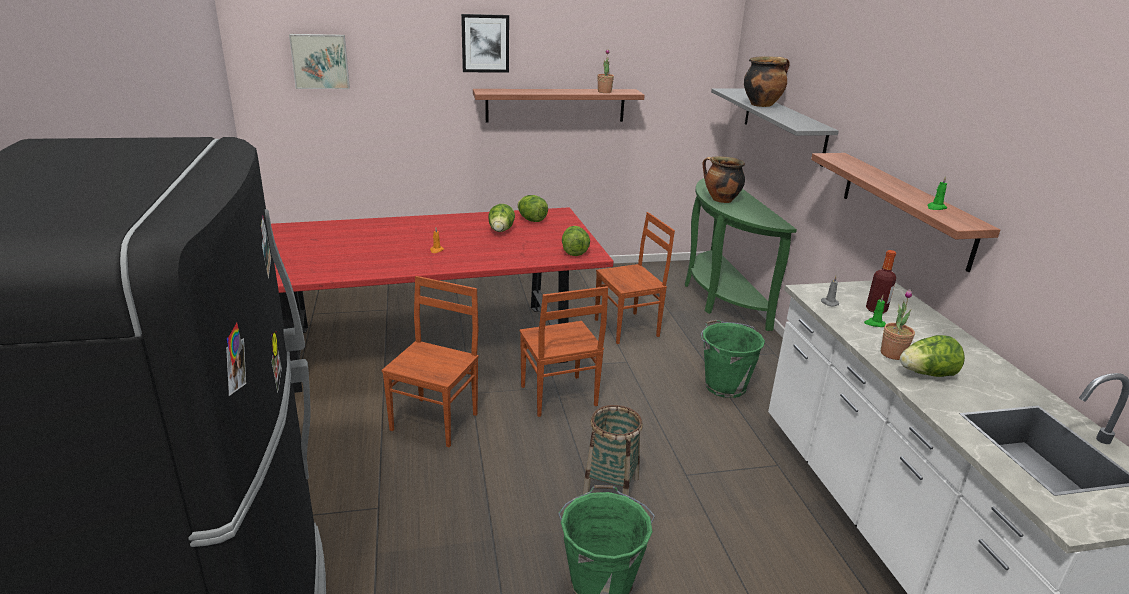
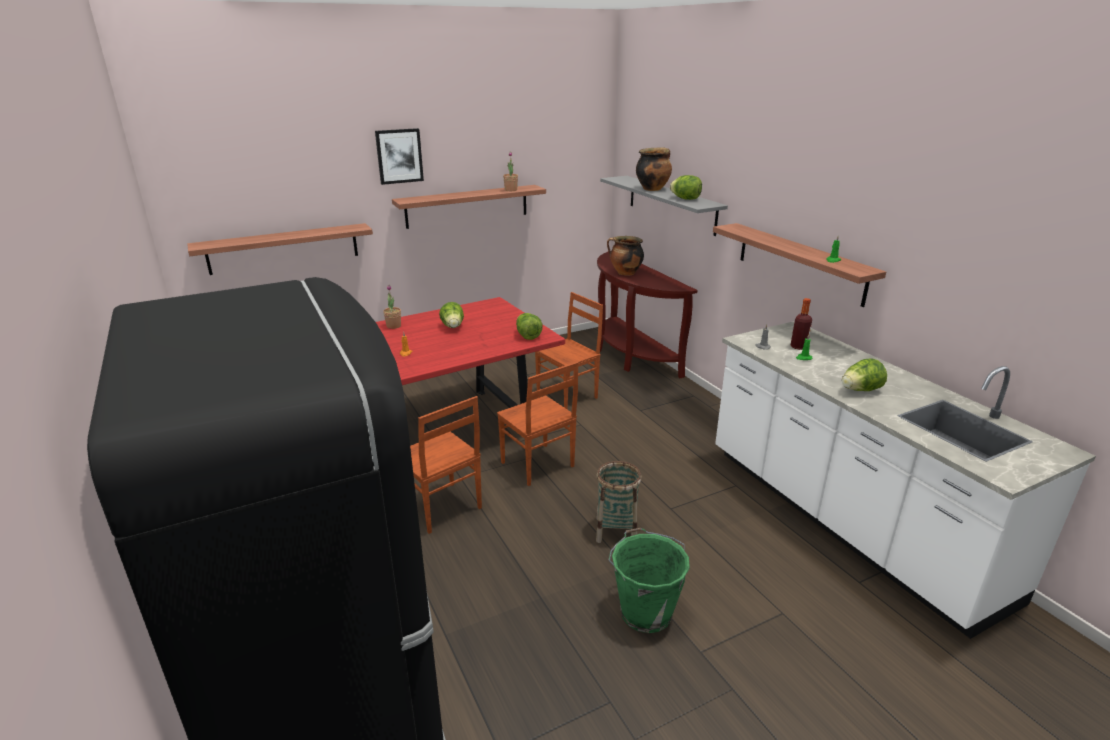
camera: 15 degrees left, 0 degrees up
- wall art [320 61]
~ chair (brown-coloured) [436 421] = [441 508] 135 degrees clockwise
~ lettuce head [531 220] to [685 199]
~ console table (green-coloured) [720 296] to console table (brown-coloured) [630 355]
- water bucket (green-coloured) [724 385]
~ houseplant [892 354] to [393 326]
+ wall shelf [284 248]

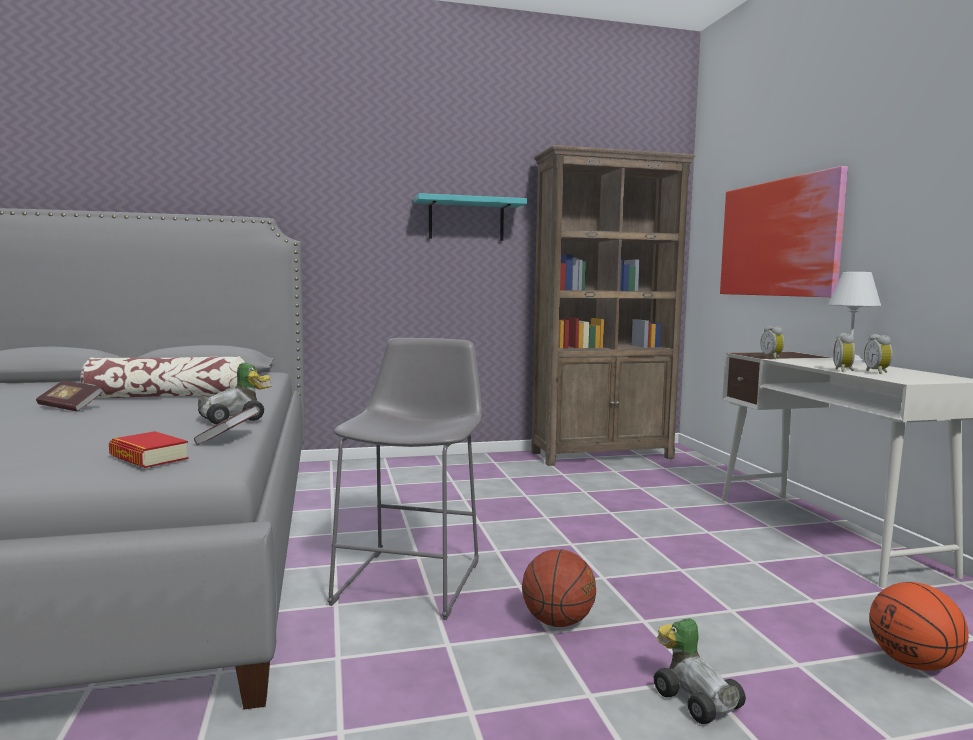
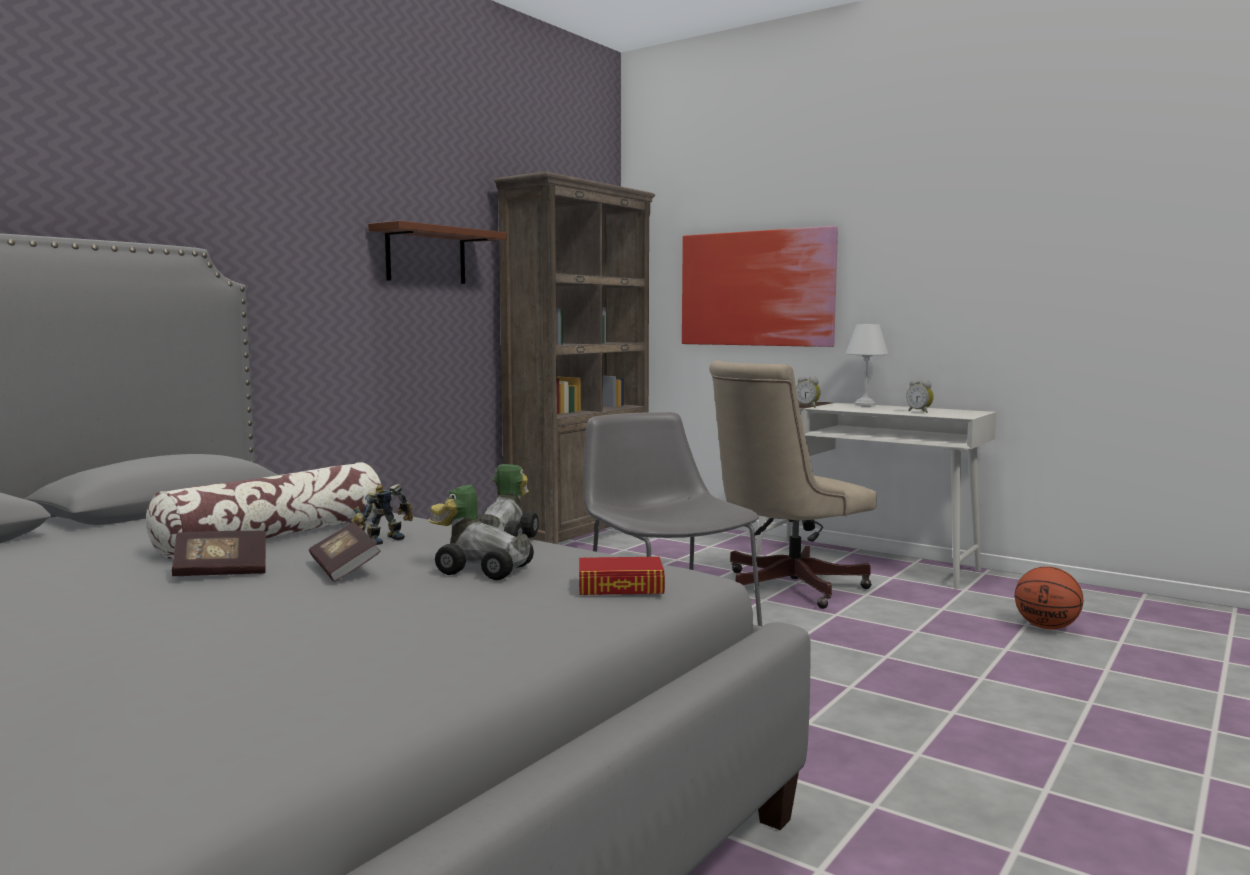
camera: 40 degrees left, 0 degrees up
~ bound book [228 438] to [344 569]
~ wall shelf (blue-green) [466 219] to wall shelf (brown-coloured) [426 255]
- basketball [557 622]
~ toy car [695 697] to [481 569]
- alarm clock [844 371]
+ robot figure [381 540]
+ computer chair (beige-coloured) [784 587]

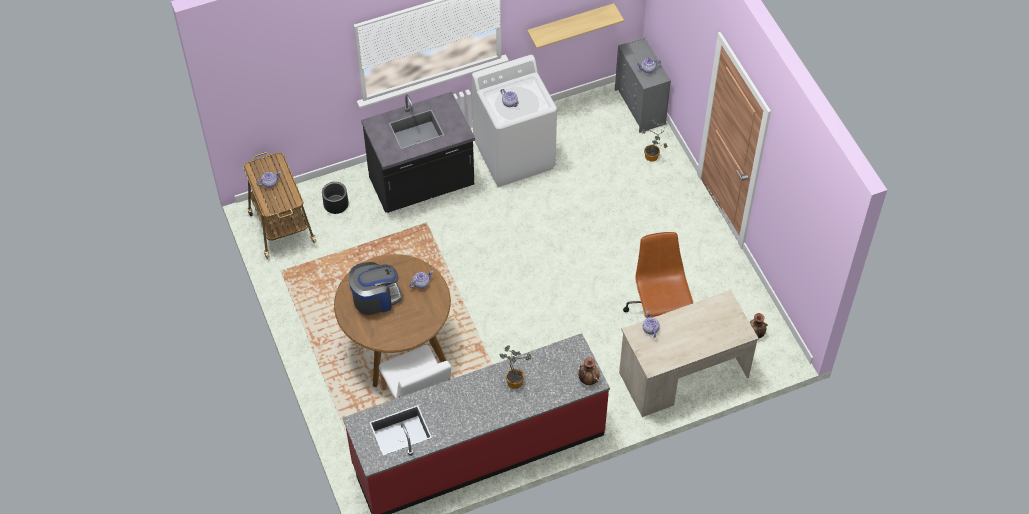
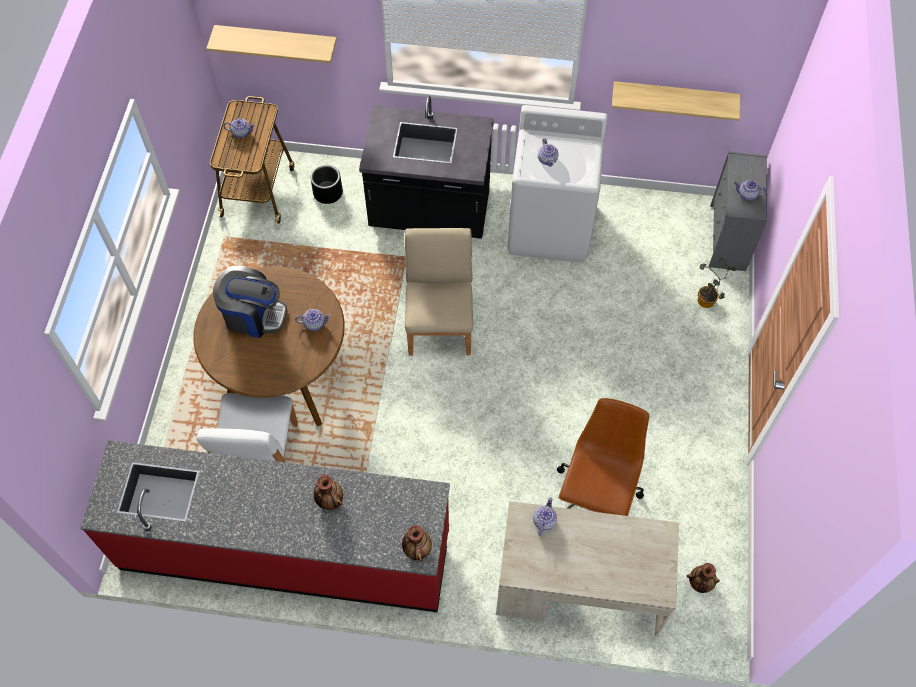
camera: 30 degrees right, 5 degrees up
~ houseplant [514 379] to flower vase [329 500]
+ wall shelf [277 42]
+ chair (beige-coloured) [440 324]

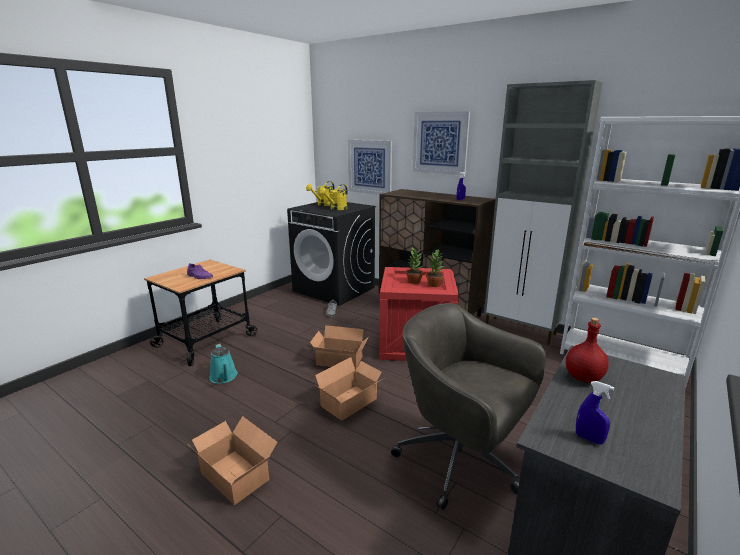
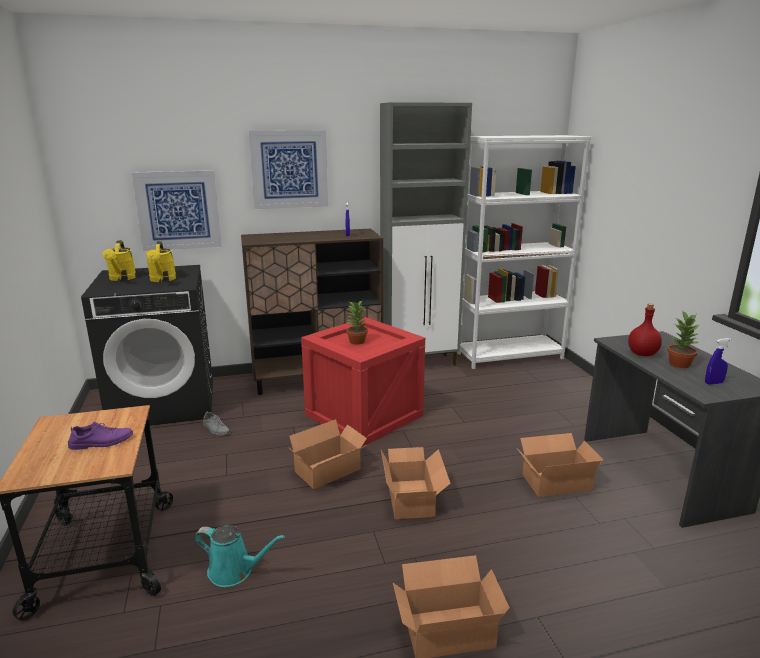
camera: 50 degrees left, 0 degrees up
~ computer chair (grey) [461 461] to cardboard box [554 481]
~ houseplant [434 284] to [679 364]

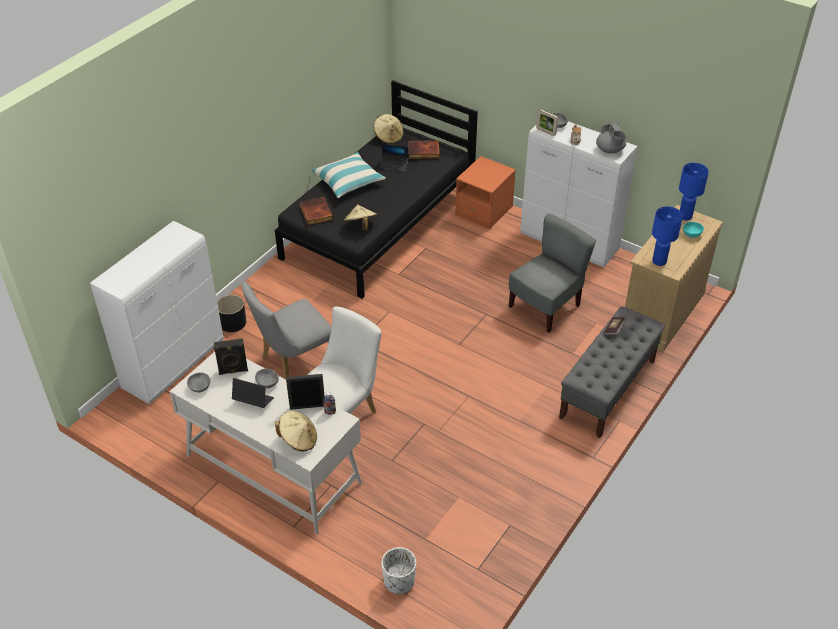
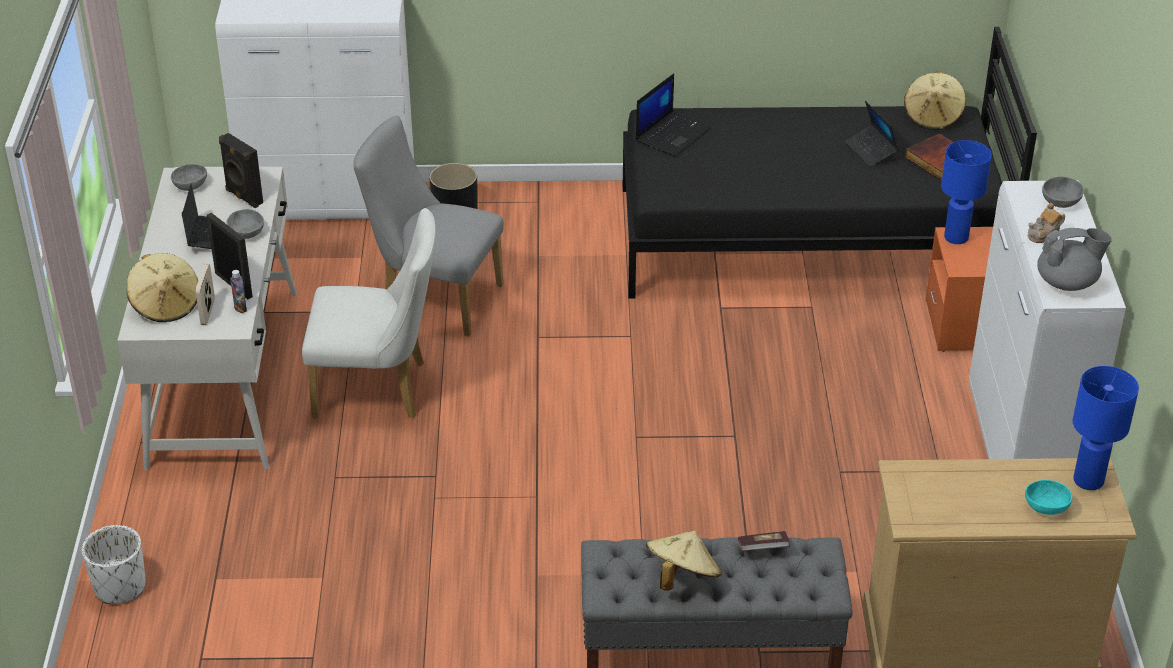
camera: 55 degrees right, 5 degrees down
~ bound book [315 213] to laptop [672 134]
- cushion [348 182]
~ clothing hat (beige-coloured) [360 226] to [682 577]
- chair (grey) [545 307]
~ picture frame [546 132] to [208 312]
~ teapot (grey) [610 150] = [1067 283] 135 degrees counterclockwise
~ lamp for a table (blue-coloured) [659 261] to [956 238]

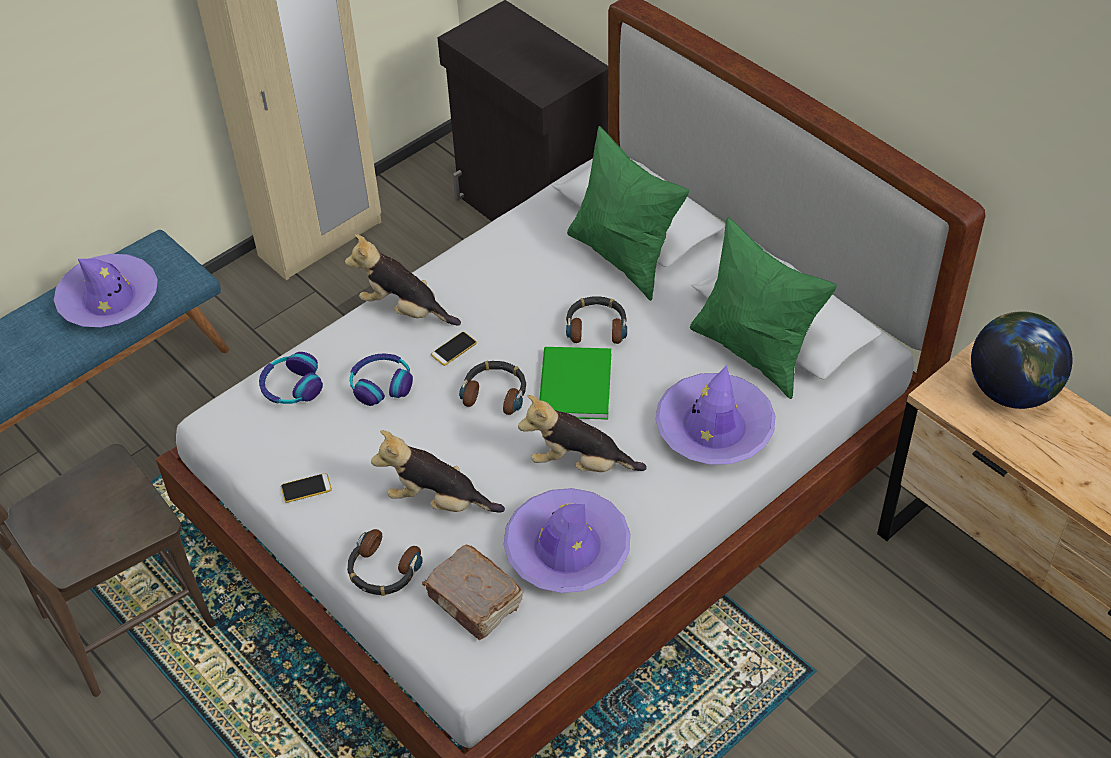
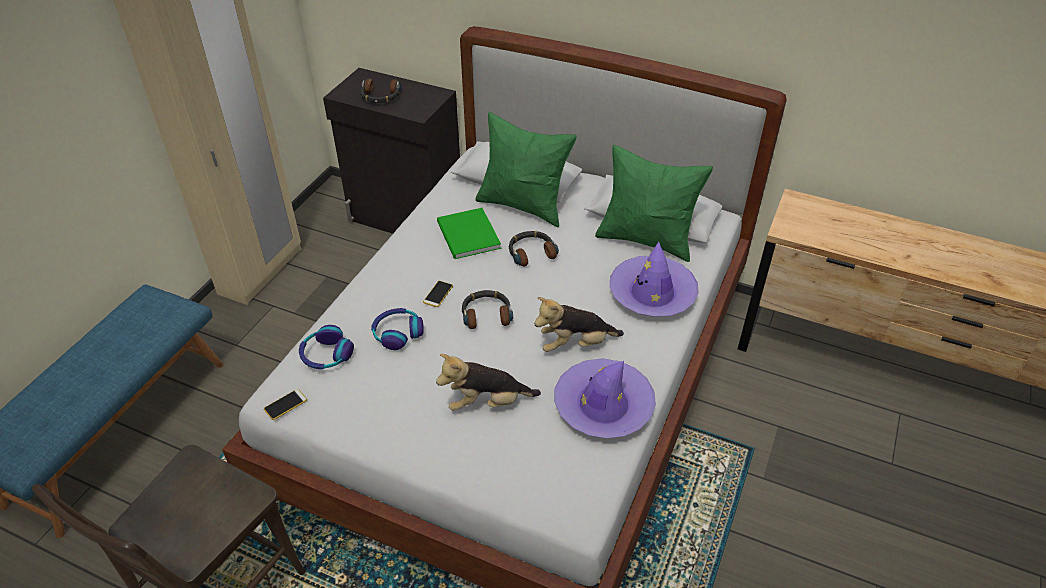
camera: 25 degrees left, 5 degrees down
- clothing hat (purple) [109 299]
~ handset [306 488] to [285 405]
- soft toy [404 310]
~ headphones [382 570] to [380 96]
- bound book (brown-coloured) [474 602]
~ bound book (green-coloured) [573 387] to [467 236]
- world globe [1012 391]

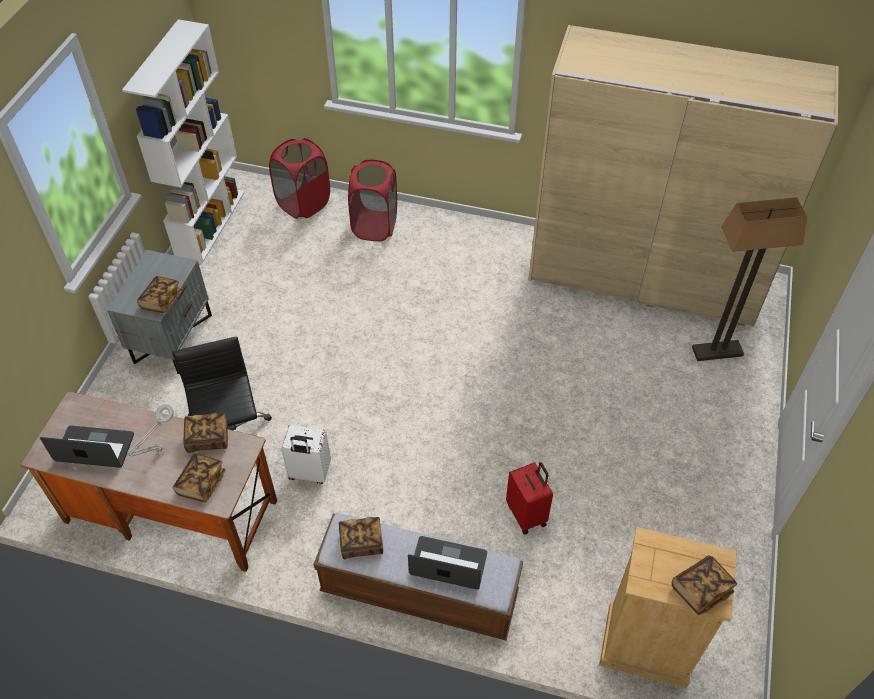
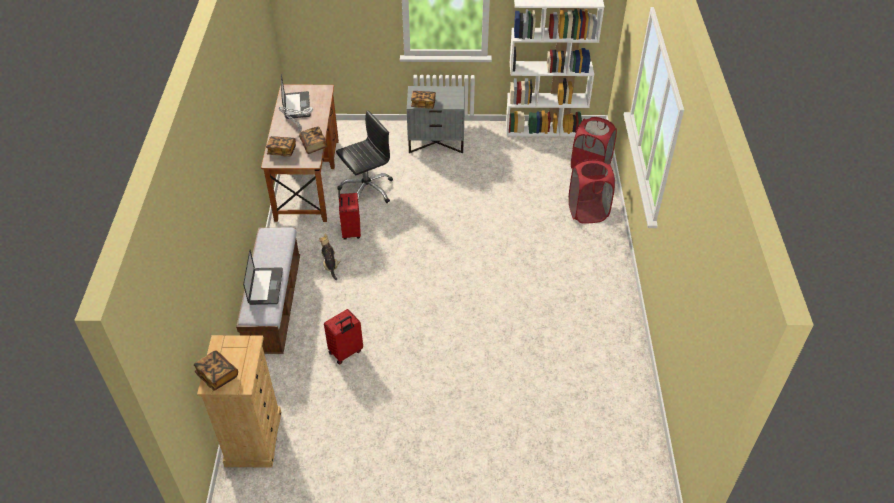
camera: 75 degrees right, 5 degrees down
~ travel case (white) [309 473] to travel case (red) [350 232]
- bound book [361 543]
- wardrobe (beige-coloured) [644 277]
- standing lamp [717 351]
+ soft toy [330 265]

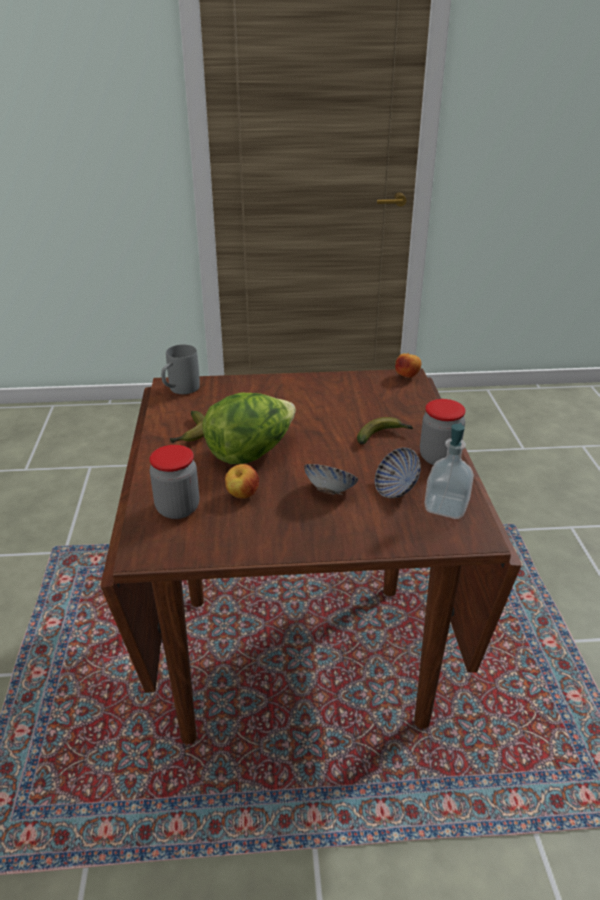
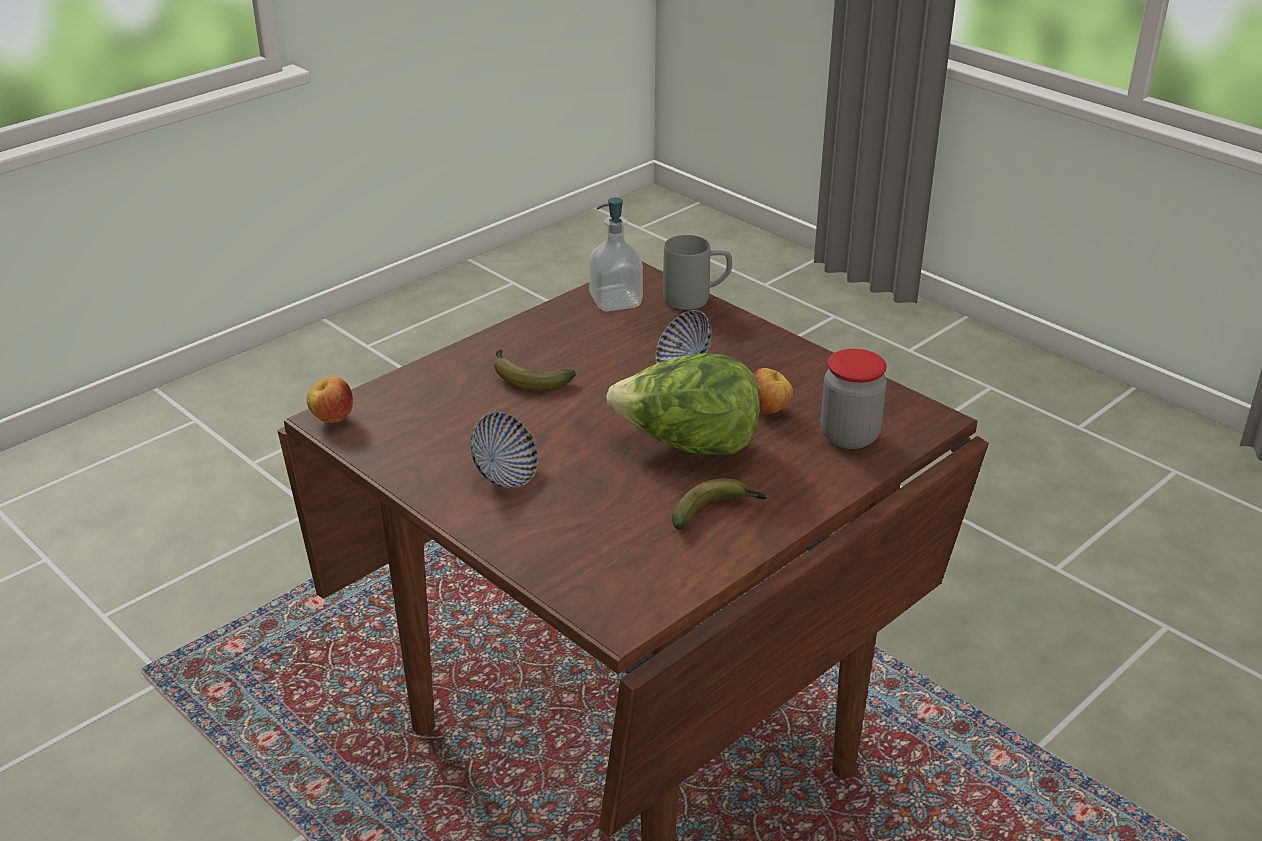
camera: 130 degrees left, 0 degrees up
~ coffee mug (grey) [180 390] to [697 298]
~ deep dish [396 489] to [505 475]
- storage jar [439 458]

